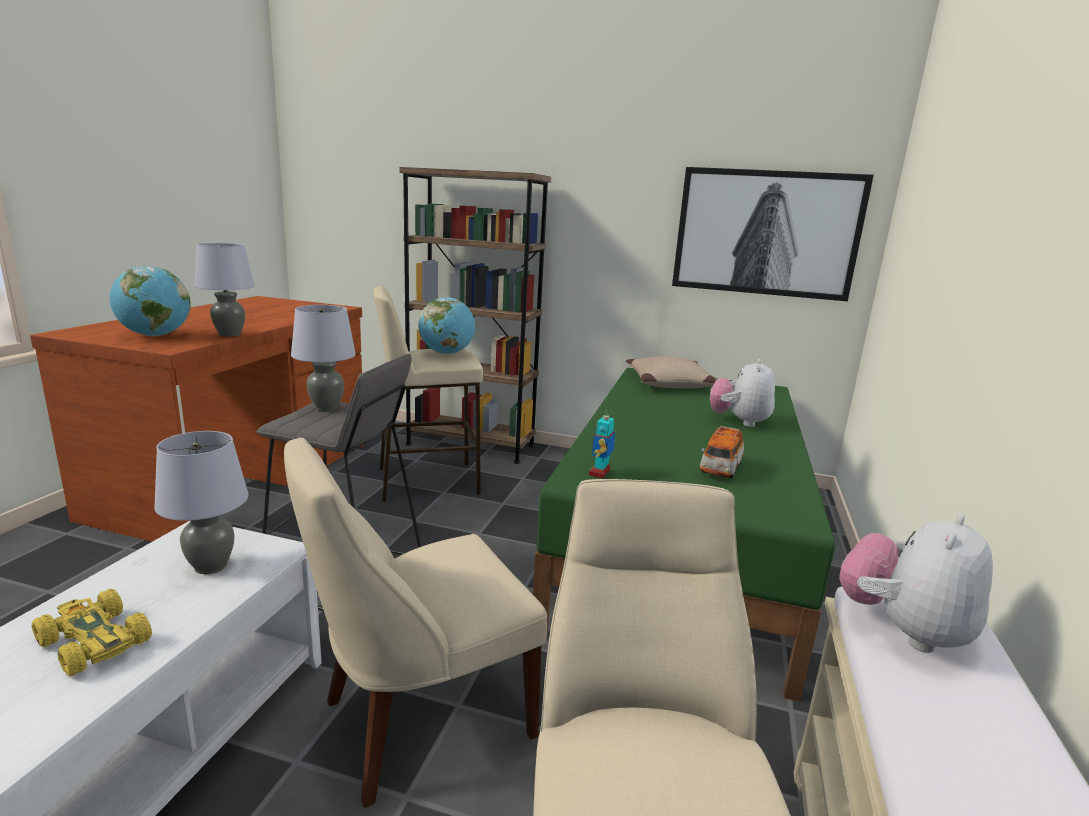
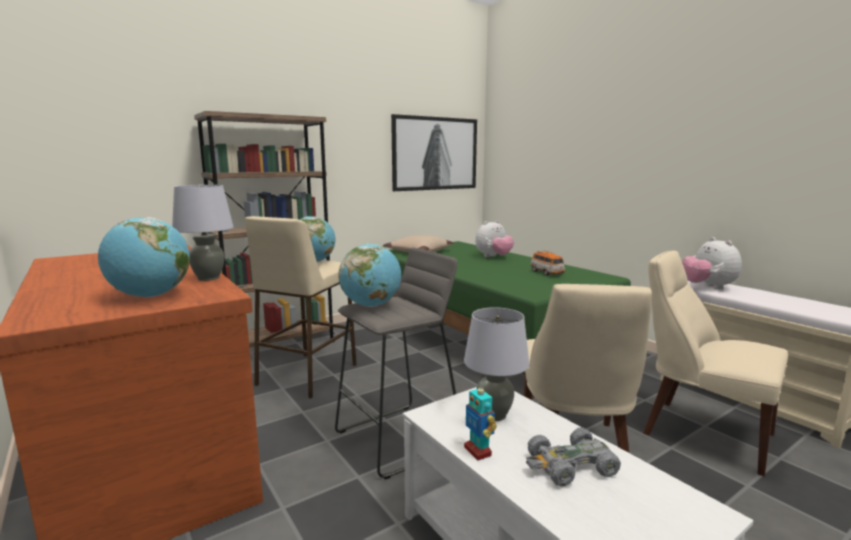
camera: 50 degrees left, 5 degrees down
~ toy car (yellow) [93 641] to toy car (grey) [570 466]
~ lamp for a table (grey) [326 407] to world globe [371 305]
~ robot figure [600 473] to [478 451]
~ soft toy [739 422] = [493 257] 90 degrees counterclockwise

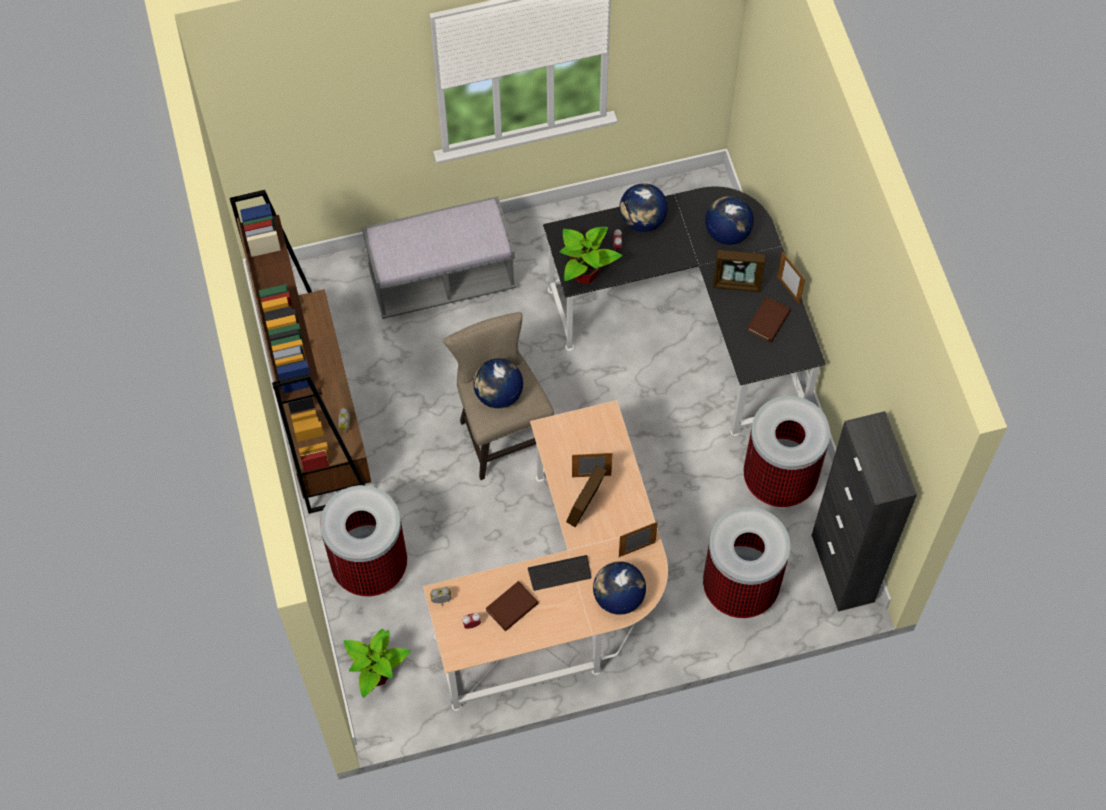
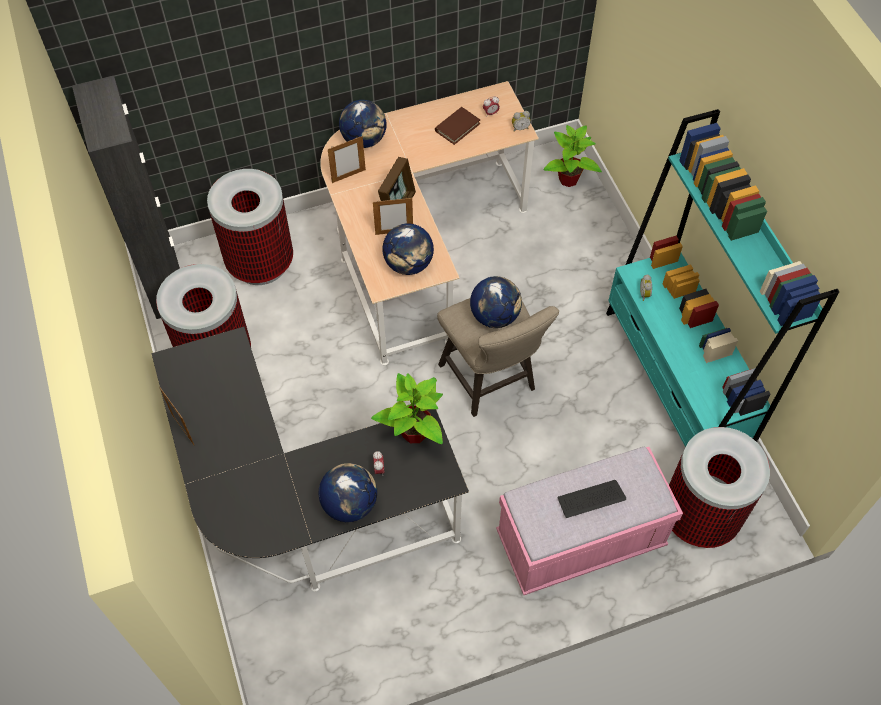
camera: 175 degrees right, 5 degrees down
~ bookcase (brown-coloured) [319 418] to bookcase (blue-green) [675 382]
~ trash can [370 565] to [699 516]
~ long seat (grey) [442 280] to long seat (pink-coloured) [580 541]
~ keyboard [559 573] to [591 499]
~ world globe [727 232] to [408 264]
- picture frame [737 283]
- bound book (brown-coloured) [768 321]

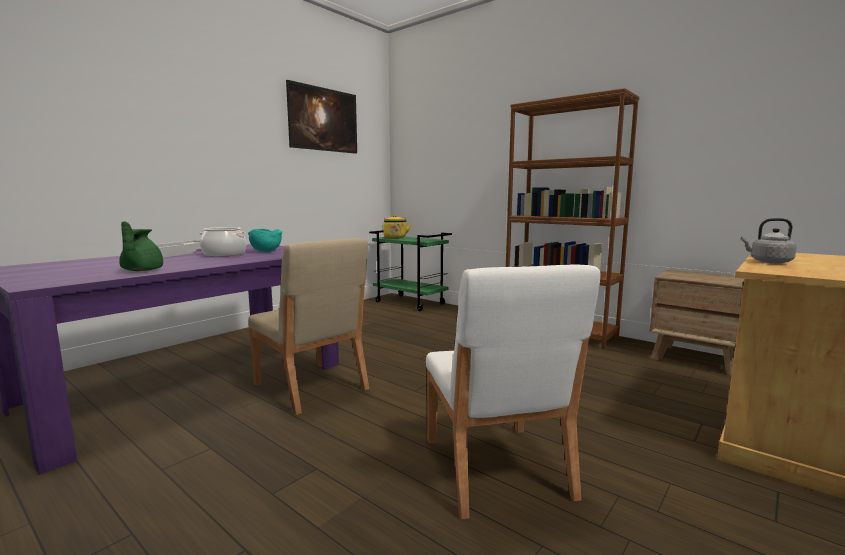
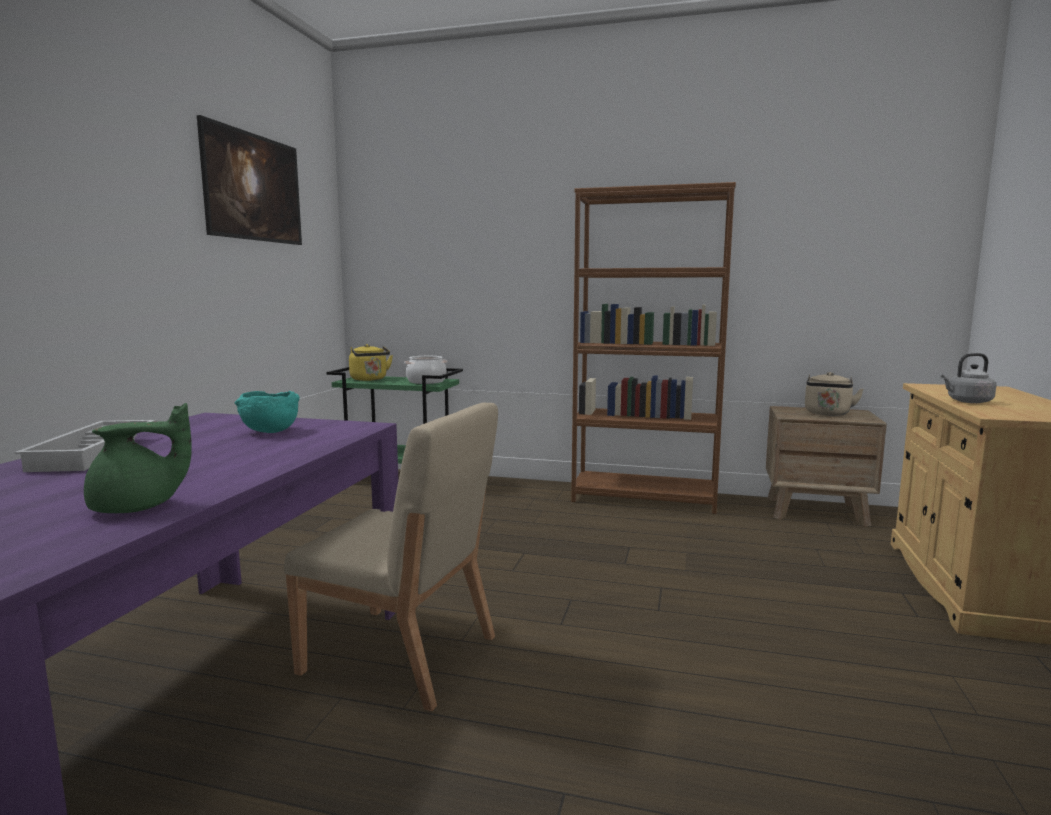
camera: 25 degrees left, 0 degrees up
~ teapot (green-coloured) [141 270] = [138 508] 75 degrees counterclockwise
~ stockpot [224 254] to [426 381]
- chair (white) [495 469]
+ tea kettle (beige-coloured) [827 414]

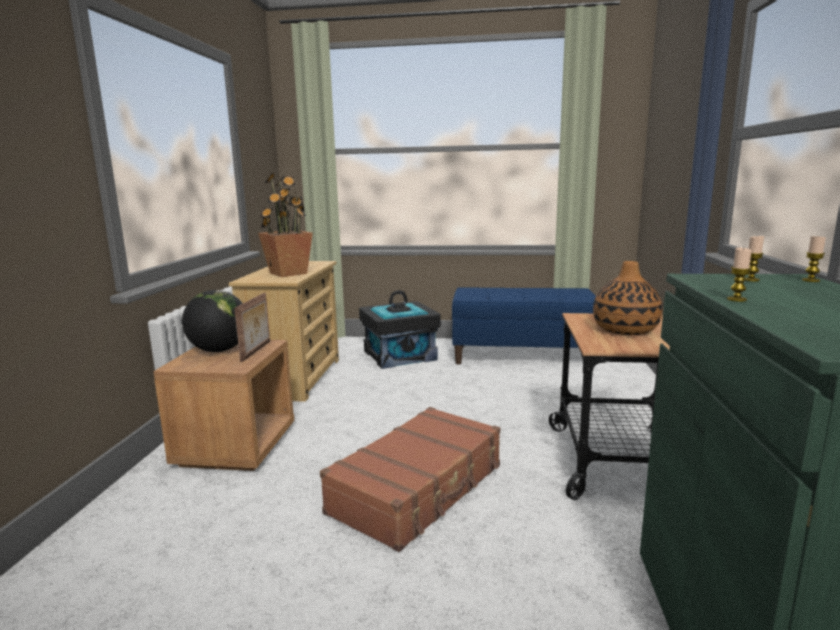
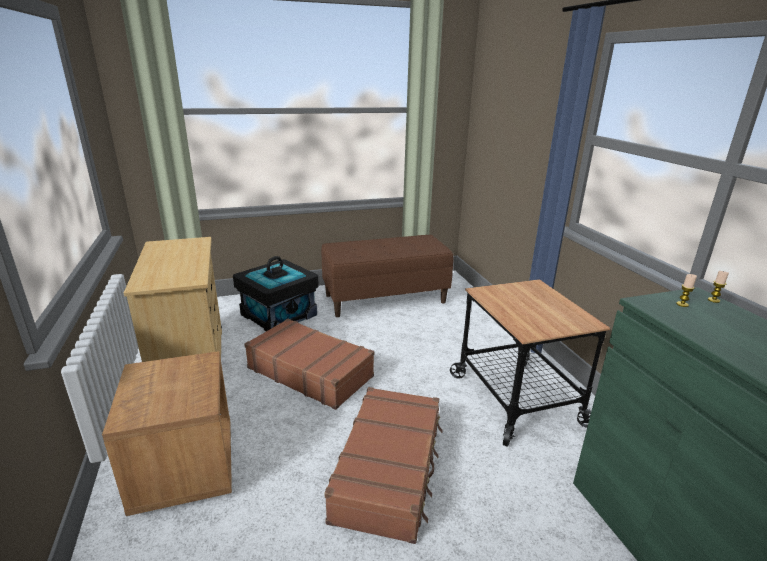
camera: 25 degrees left, 10 degrees up
- world globe [219 350]
- picture frame [257 351]
- houseplant [289 273]
~ long seat (blue-coloured) [522 356] to long seat (brown-coloured) [385 298]
- flower vase [625 330]
- wax candle [736 299]
+ travel case (brown-coloured) [310 372]

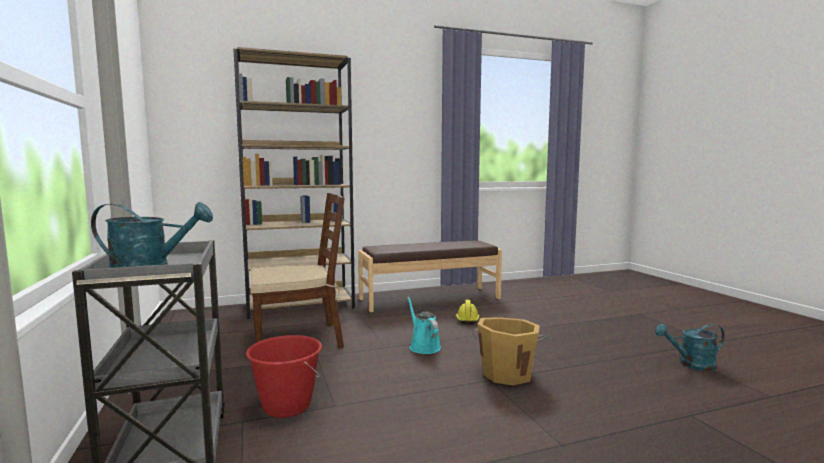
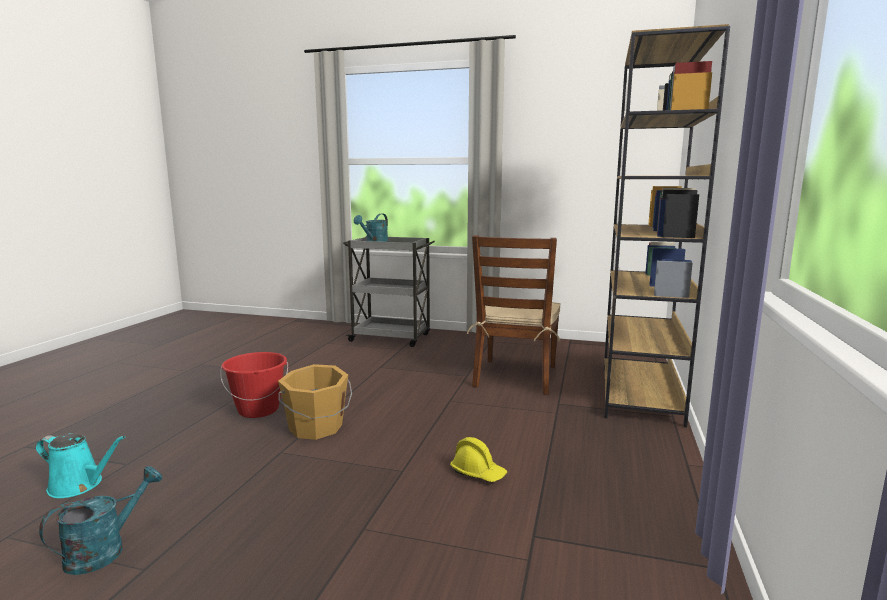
camera: 125 degrees right, 5 degrees up
~ water bucket (red) [286 406] to [258 410]
- long seat (brown-coloured) [429 298]
~ watering can (blue-green) [423 346] to [79 485]

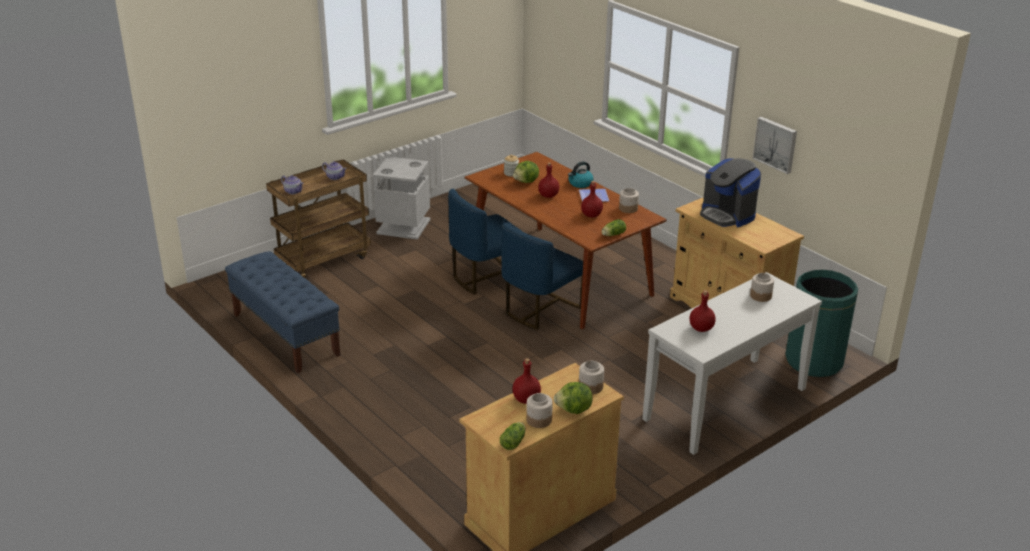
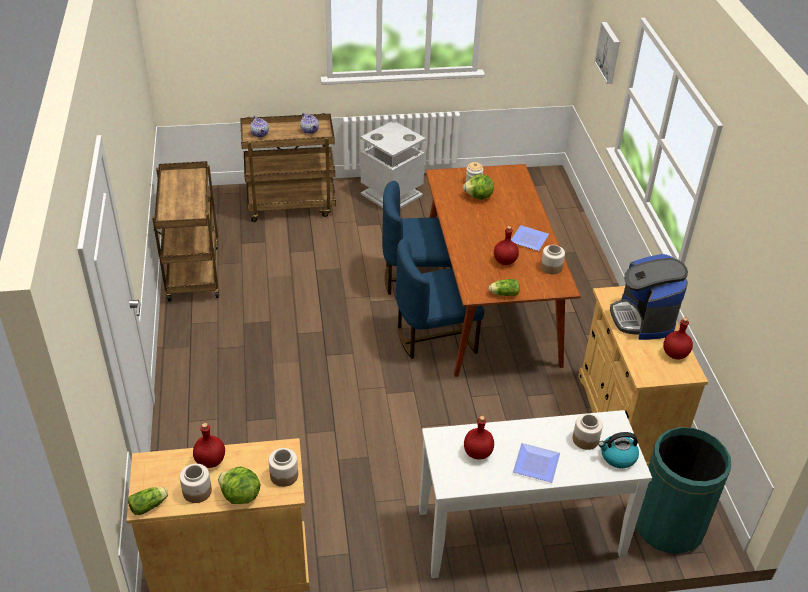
camera: 30 degrees right, 10 degrees up
~ long seat (blue-coloured) [285 334] to wheeled cart (brown-coloured) [192 271]
~ beverage bottle (red) [548 196] to [674 354]
~ tea kettle [580 183] to [617 457]
~ wall art [776 144] to [609 52]
+ dinner plate [535 463]

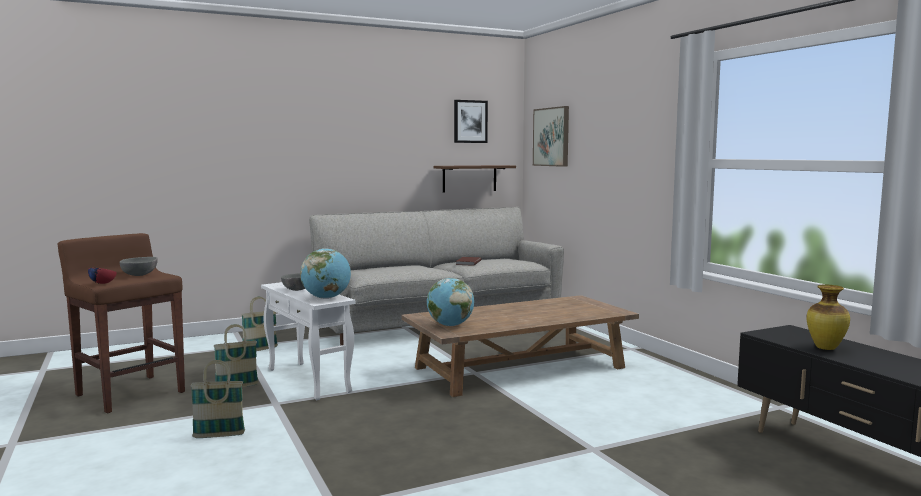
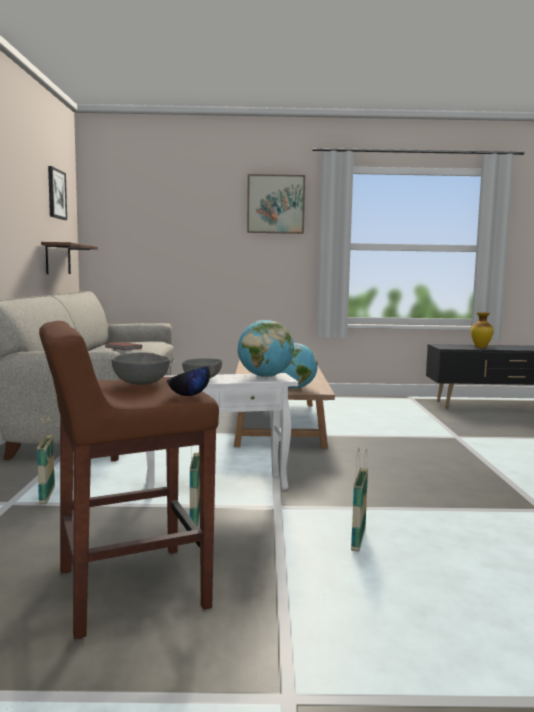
camera: 65 degrees left, 0 degrees up
~ deep dish (red) [103 283] to deep dish (blackish) [188 395]
~ wall art [551 137] to [275 204]

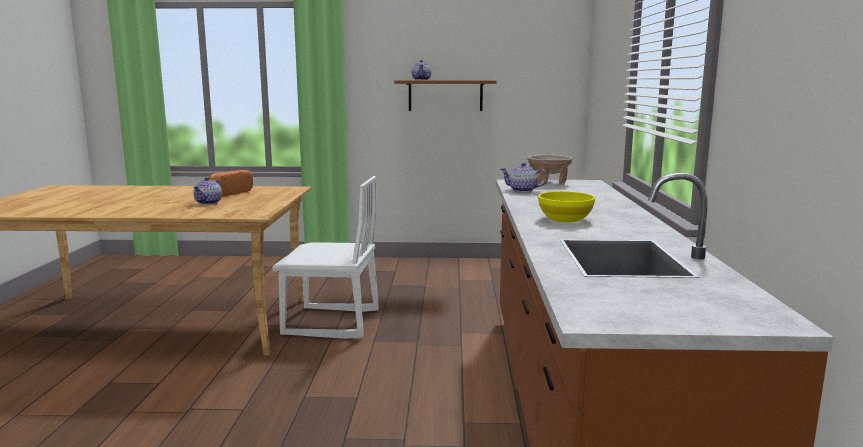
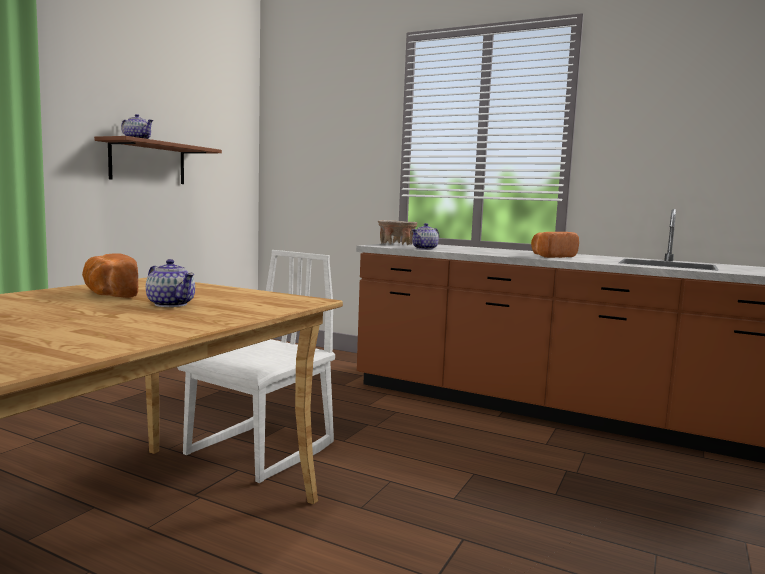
camera: 65 degrees left, 5 degrees down
~ deep dish (yellow) [565 219] to bakery bread [551 256]

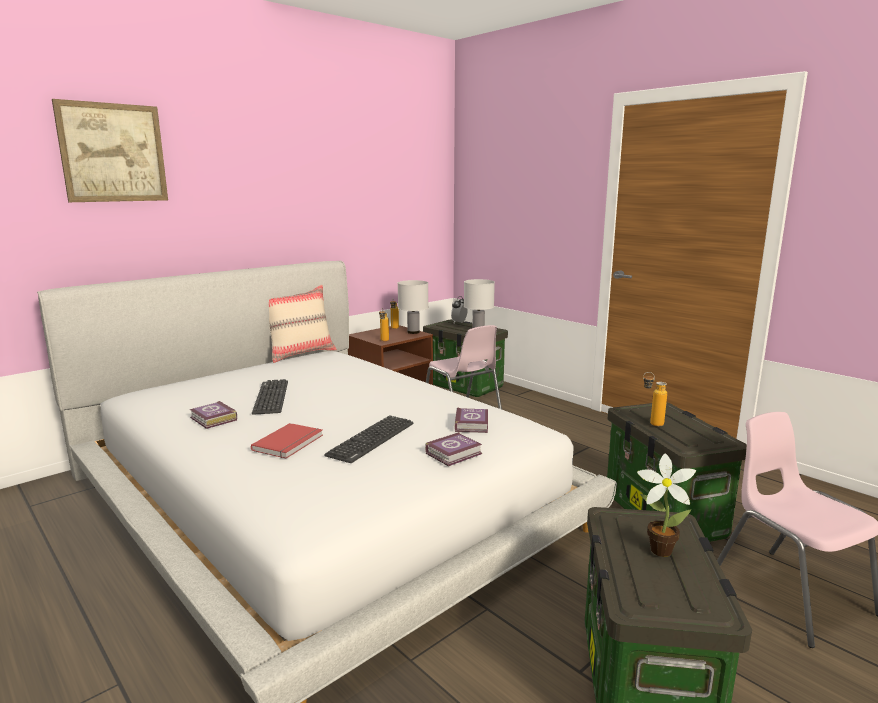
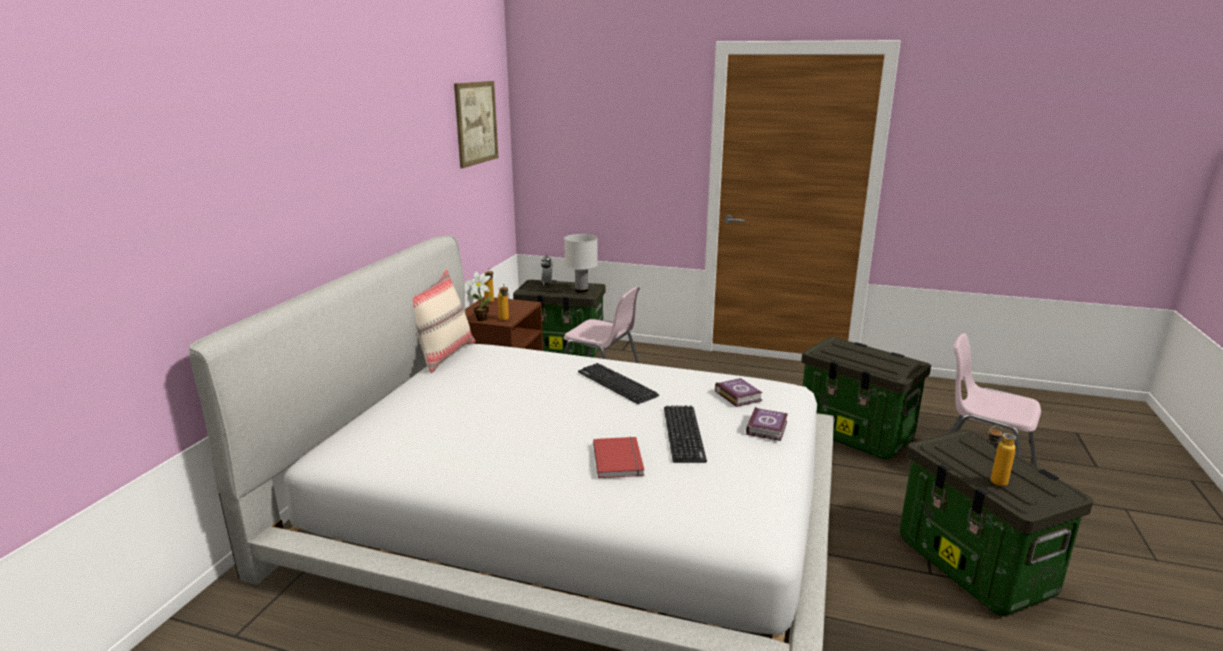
camera: 30 degrees left, 5 degrees up
~ wall art [113 153] to [476 123]
- bound book [213 419]
~ keyboard [271 397] to [617 384]
- lamp for a table (white) [413 332]
~ houseplant [657 549] to [480 319]
~ beverage bottle [651 423] to [992 482]

